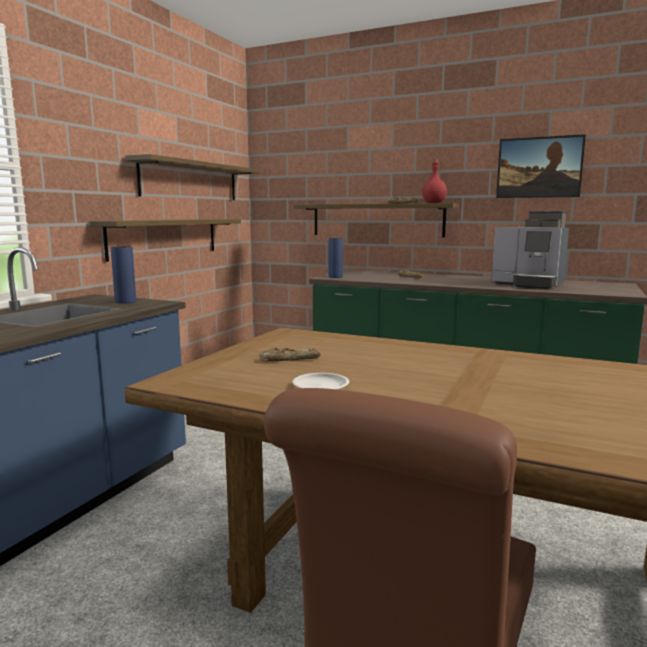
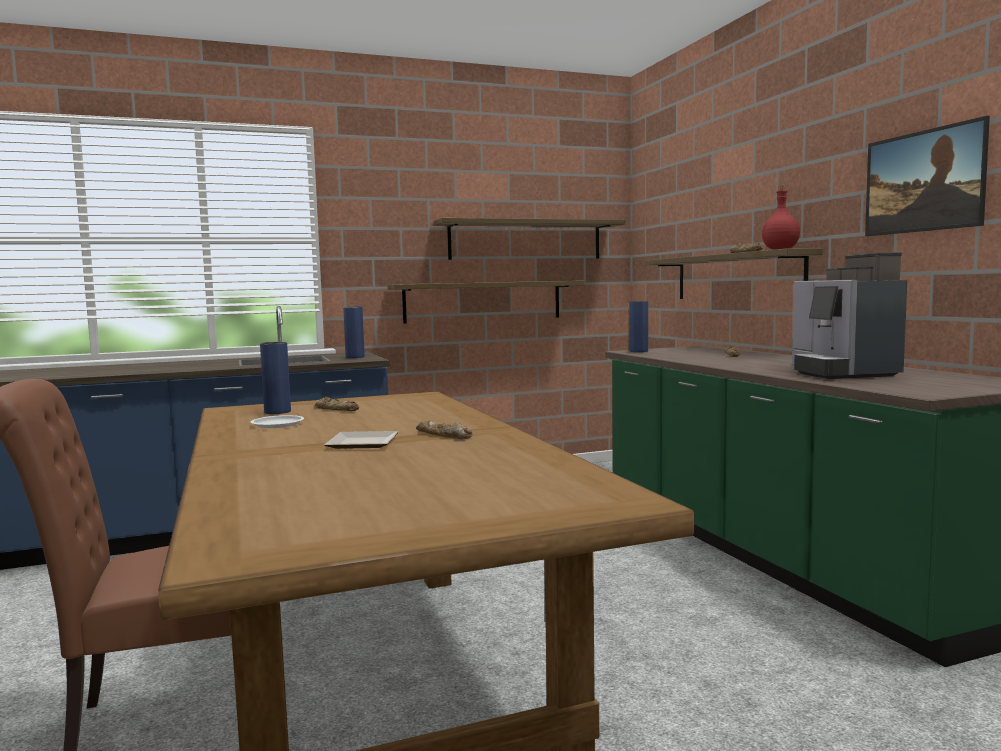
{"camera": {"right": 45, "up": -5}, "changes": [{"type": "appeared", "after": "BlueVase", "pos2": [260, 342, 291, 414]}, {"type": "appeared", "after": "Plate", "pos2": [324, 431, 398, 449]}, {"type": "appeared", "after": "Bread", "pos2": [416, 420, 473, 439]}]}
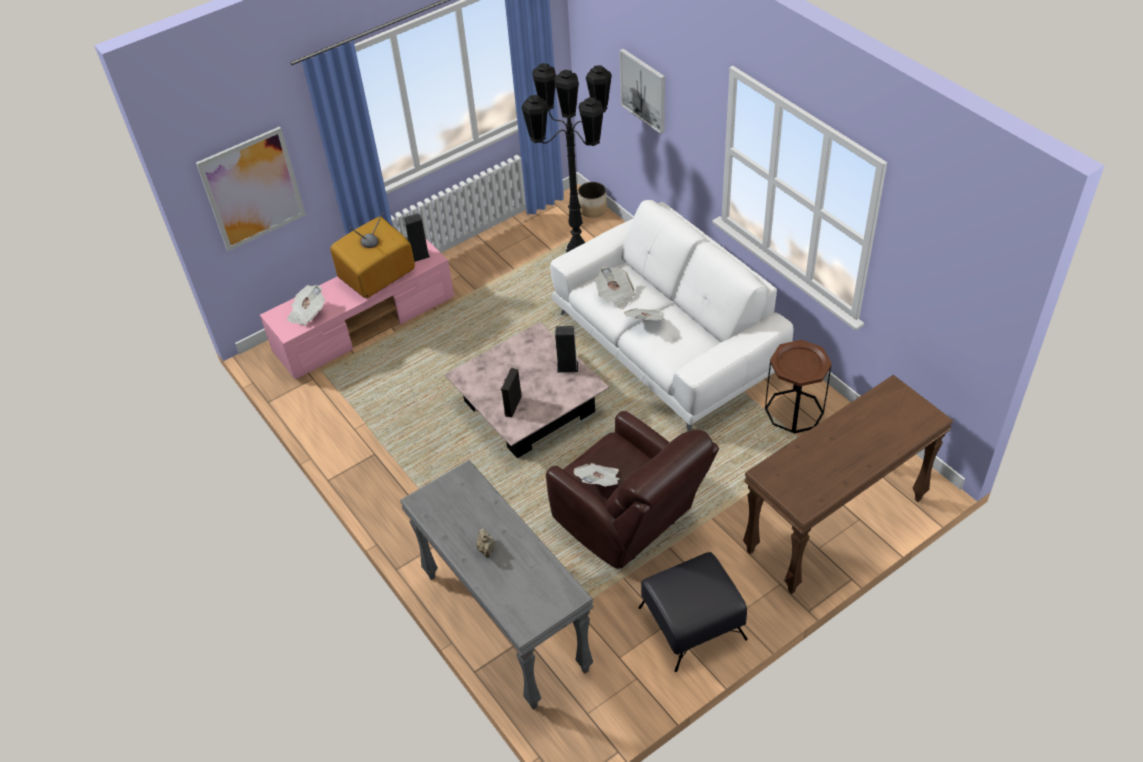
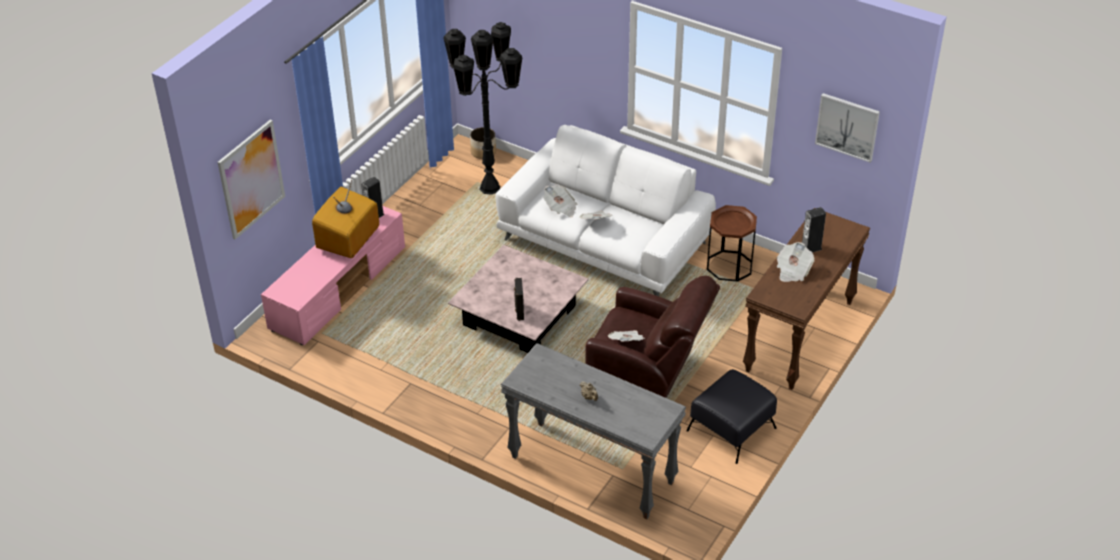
{"camera": {"right": -25, "up": -5}, "changes": [{"type": "relocated", "before": "Newspaper", "pos1": [287, 285, 325, 326], "pos2": [777, 242, 814, 282]}, {"type": "relocated", "before": "Speaker", "pos1": [555, 326, 578, 373], "pos2": [802, 207, 826, 253]}, {"type": "relocated", "before": "Picture", "pos1": [619, 49, 665, 134], "pos2": [815, 93, 880, 163]}]}
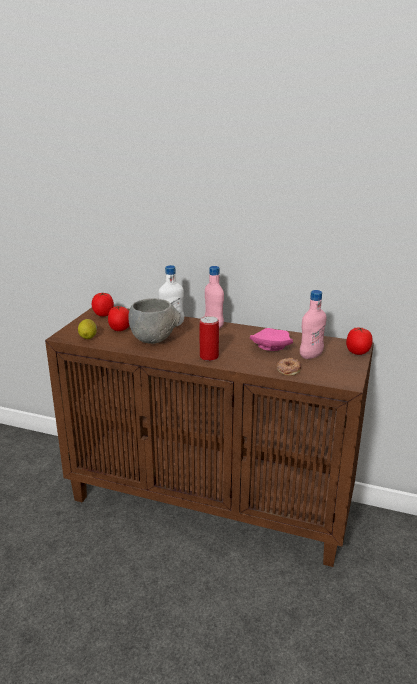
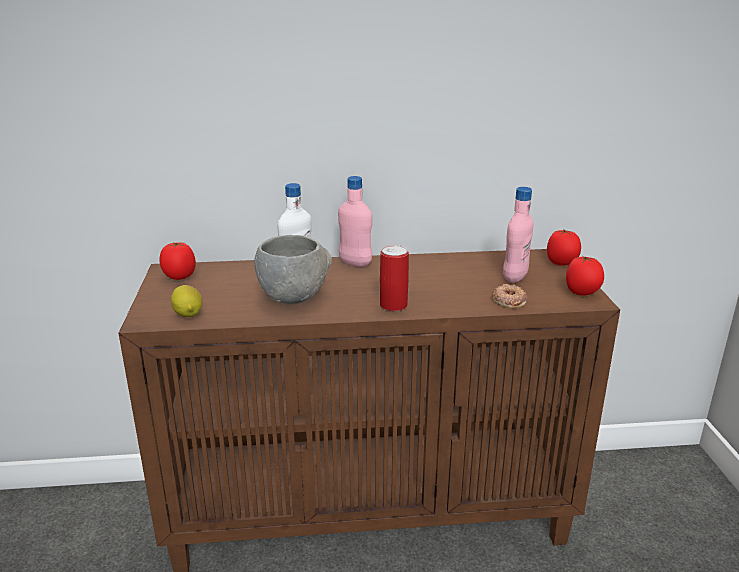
{"camera": {"right": -25, "up": 0}, "changes": [{"type": "relocated", "before": "Tomato", "pos1": [108, 306, 130, 331], "pos2": [566, 256, 604, 295]}, {"type": "missing", "before": "PinkPlate", "pos1": [250, 328, 293, 351]}]}
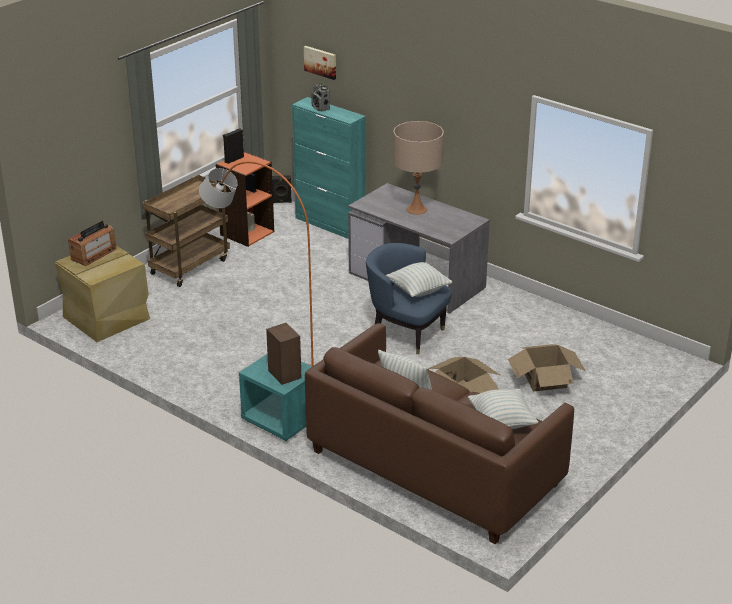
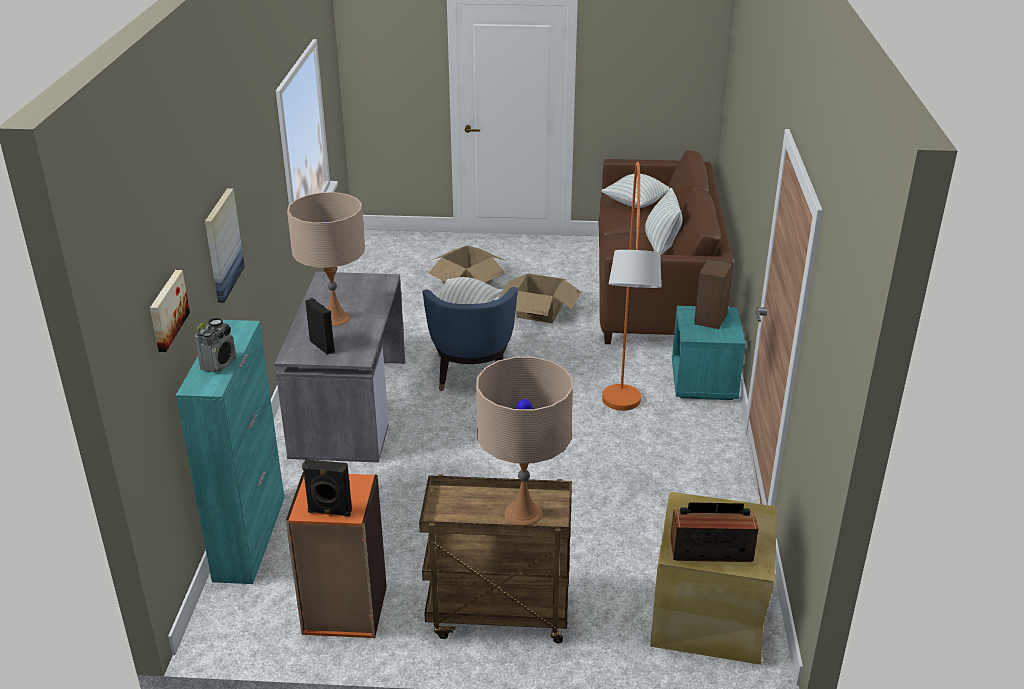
{"camera": {"right": -125, "up": 0}, "changes": [{"type": "relocated", "before": "BlackSpeaker", "pos1": [272, 175, 292, 203], "pos2": [305, 298, 335, 355]}, {"type": "appeared", "after": "Picture", "pos2": [205, 188, 245, 303]}, {"type": "appeared", "after": "BeigeTableLamp", "pos2": [476, 357, 573, 525]}]}
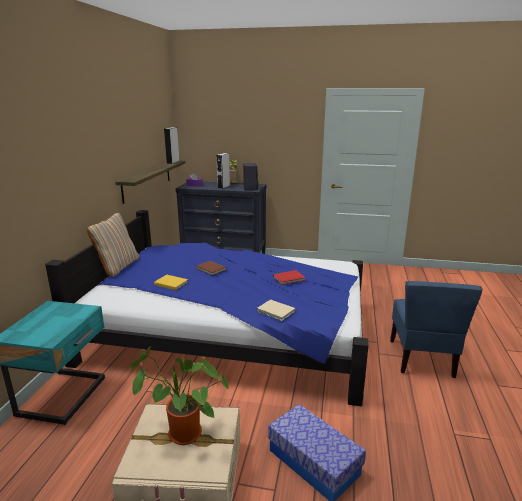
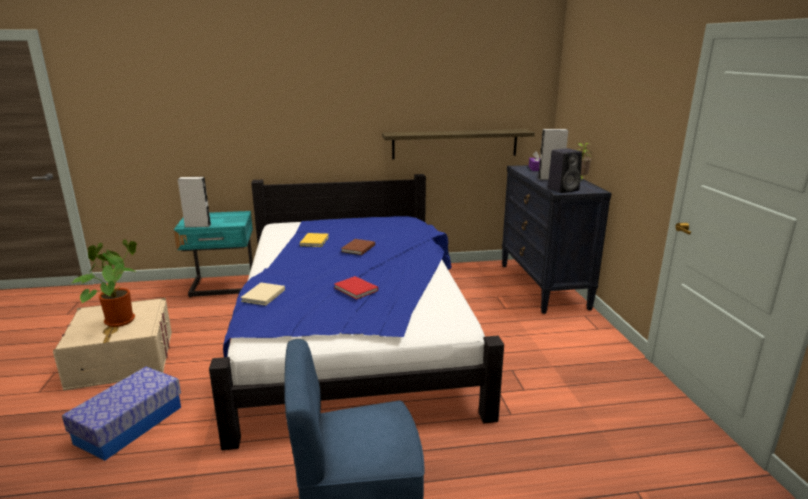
{"camera": {"right": 70, "up": 0}, "changes": [{"type": "missing", "before": "BeigePillow", "pos1": [87, 213, 139, 277]}, {"type": "relocated", "before": "GreySpeaker", "pos1": [164, 127, 179, 164], "pos2": [178, 177, 211, 228]}]}
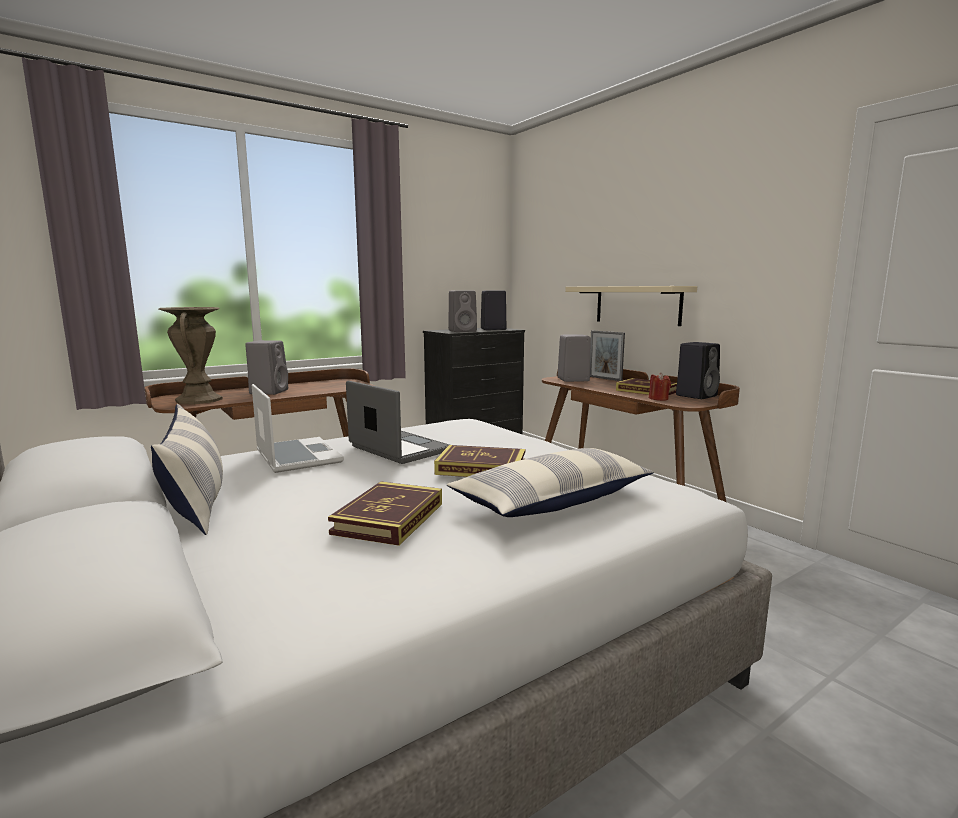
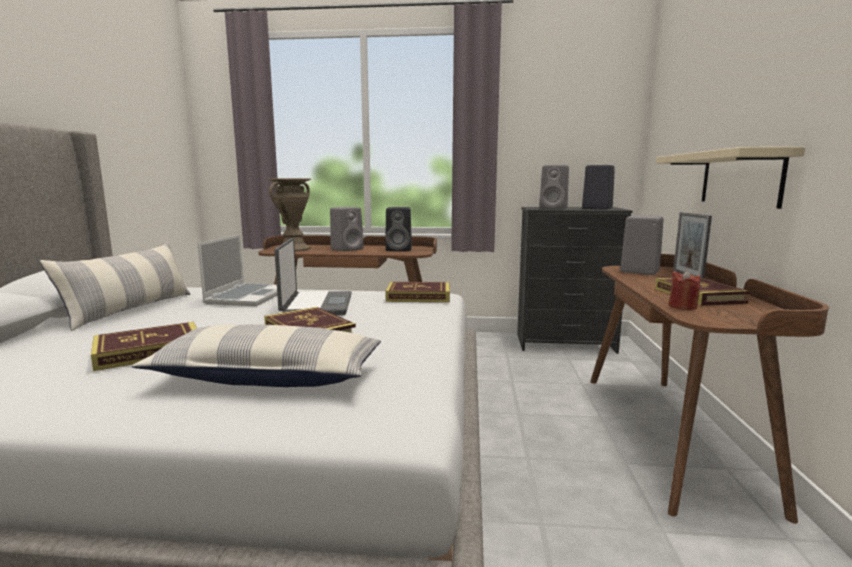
{"camera": {"right": 40, "up": 0}, "changes": [{"type": "relocated", "before": "BlackSpeaker", "pos1": [676, 342, 720, 399], "pos2": [385, 207, 412, 251]}, {"type": "appeared", "after": "Book", "pos2": [385, 282, 450, 302]}]}
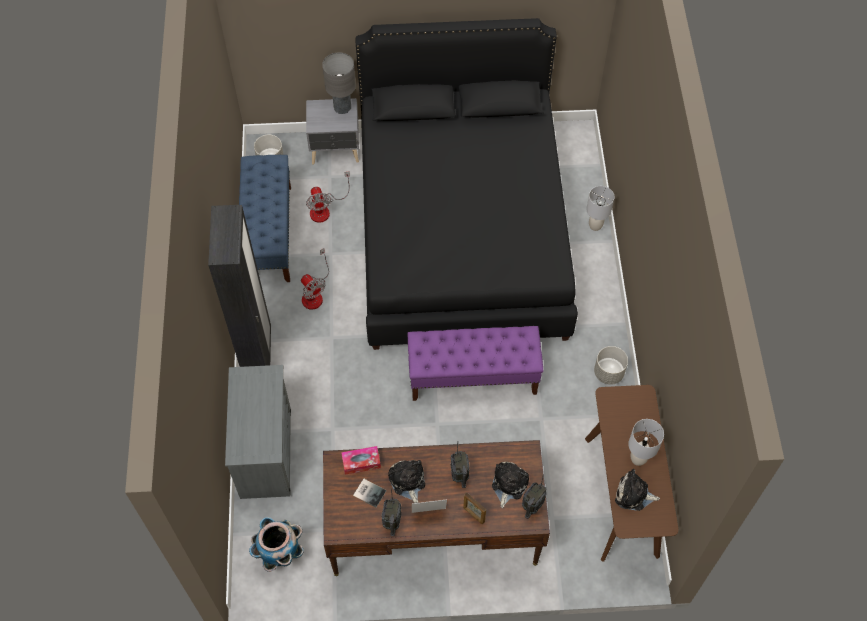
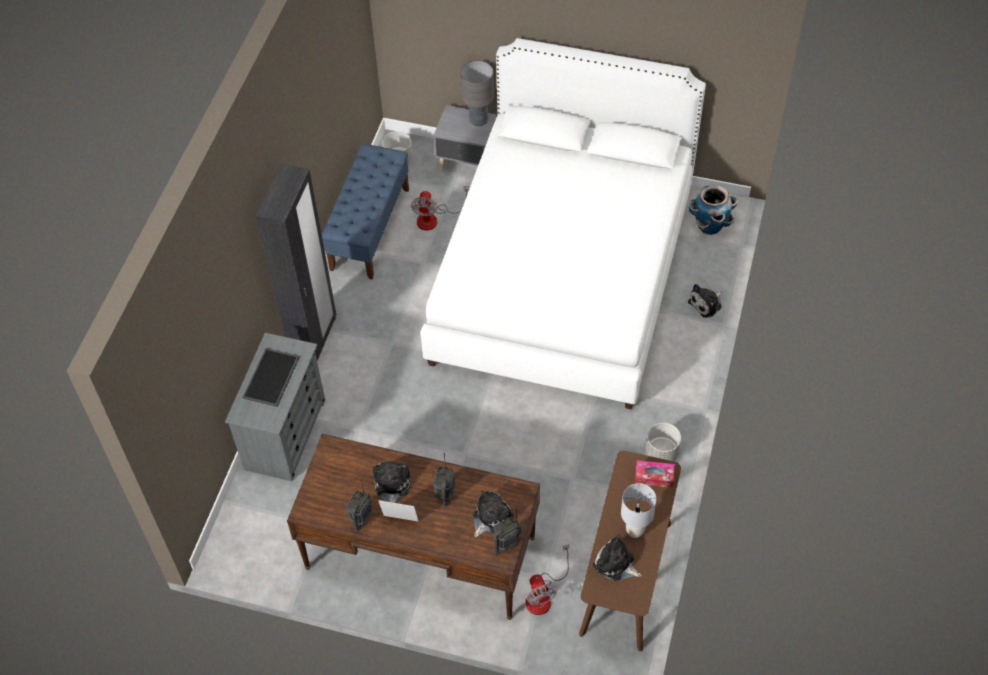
{"camera": {"right": 20, "up": -5}, "changes": [{"type": "relocated", "before": "Planter", "pos1": [249, 517, 303, 572], "pos2": [689, 185, 738, 235]}, {"type": "relocated", "before": "Fan", "pos1": [301, 248, 329, 310], "pos2": [526, 544, 569, 615]}, {"type": "relocated", "before": "TissueBox", "pos1": [341, 446, 381, 475], "pos2": [635, 460, 675, 488]}, {"type": "missing", "before": "Book", "pos1": [353, 478, 386, 508]}, {"type": "colour", "before": "BlackBed", "after": "WhiteBed", "pos1": [355, 18, 578, 350], "pos2": [420, 38, 706, 409]}, {"type": "missing", "before": "PurpleBench", "pos1": [408, 326, 543, 401]}, {"type": "missing", "before": "PictureFrame", "pos1": [463, 492, 486, 524]}, {"type": "exchanged", "before": "GreyTableLamp", "after": "PlushToy", "pos1": [586, 186, 614, 231], "pos2": [688, 284, 722, 318]}, {"type": "appeared", "after": "Tray", "pos2": [242, 348, 300, 407]}]}
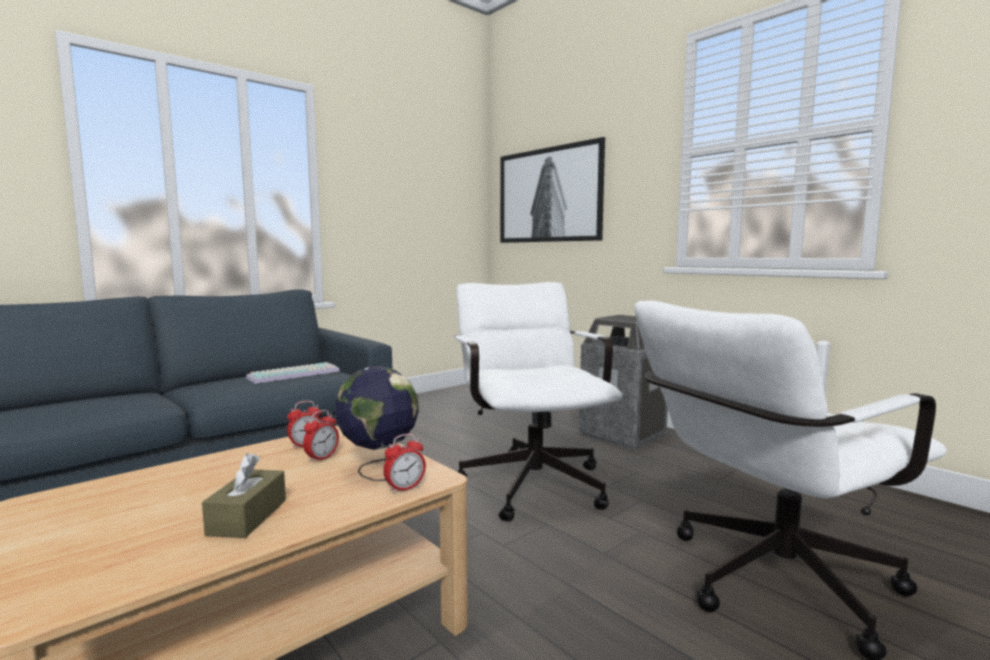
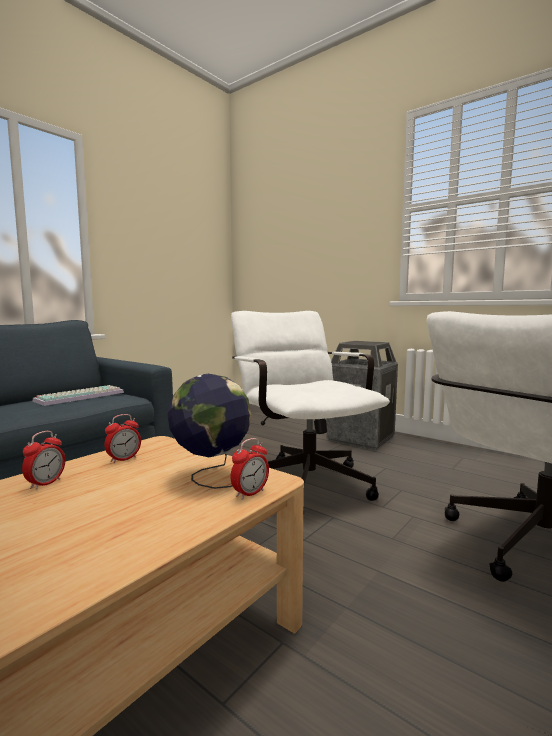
{"camera": {"right": -10, "up": 0}, "changes": [{"type": "missing", "before": "BrownTissueBox", "pos1": [202, 453, 286, 538]}, {"type": "relocated", "before": "AlarmClock", "pos1": [303, 410, 339, 463], "pos2": [22, 431, 65, 490]}, {"type": "missing", "before": "Picture", "pos1": [500, 137, 605, 243]}]}
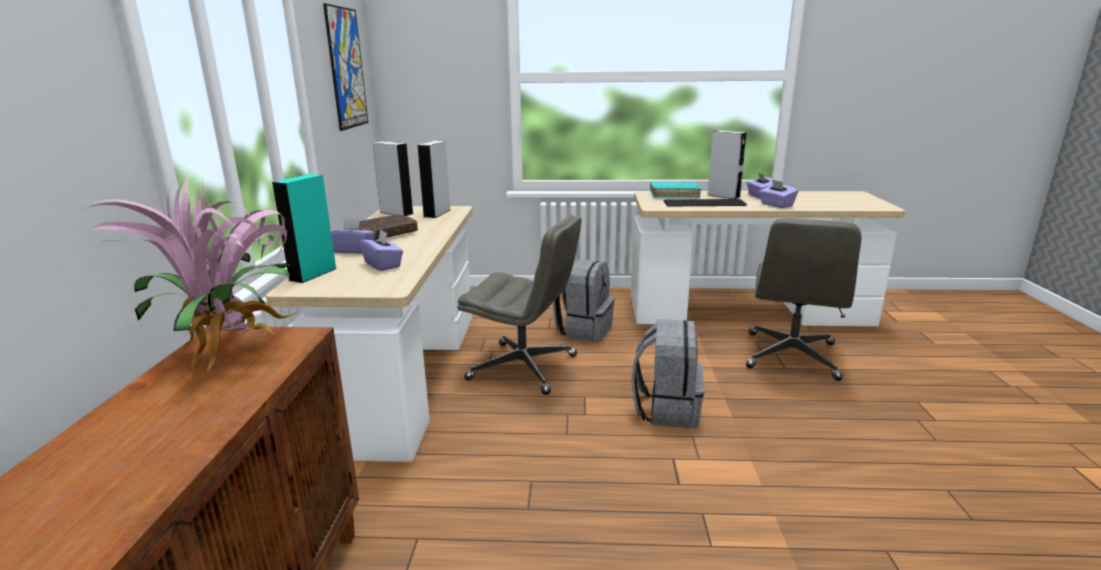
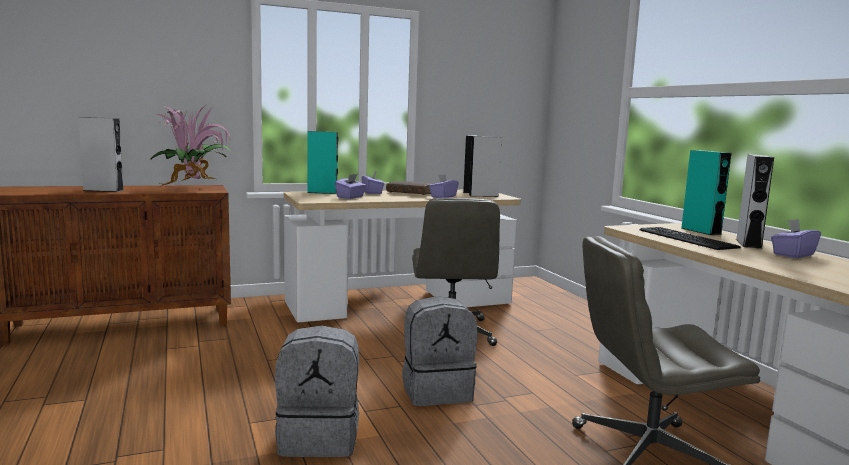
{"camera": {"right": 65, "up": -10}, "changes": [{"type": "missing", "before": "Picture", "pos1": [323, 3, 368, 131]}, {"type": "relocated", "before": "GreyBackpack", "pos1": [553, 259, 615, 342], "pos2": [275, 325, 359, 457]}, {"type": "exchanged", "before": "TurquoiseBook", "after": "TurquoiseSpeaker", "pos1": [650, 181, 701, 198], "pos2": [681, 150, 732, 235]}, {"type": "relocated", "before": "PurpleTissueBox", "pos1": [759, 180, 798, 208], "pos2": [429, 174, 459, 198]}, {"type": "appeared", "after": "GreySpeaker", "pos2": [78, 117, 123, 192]}]}
